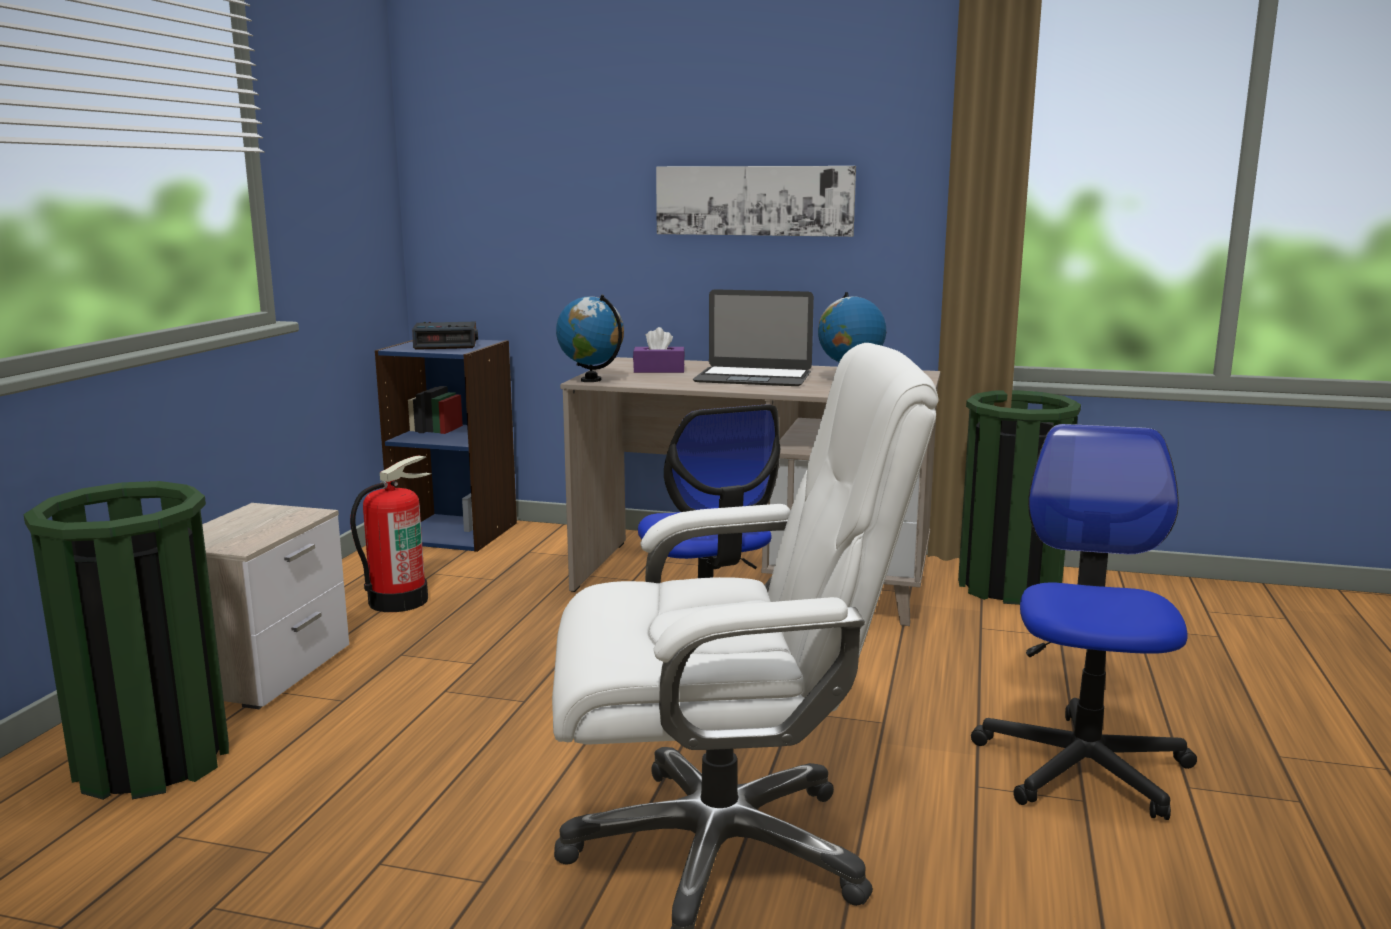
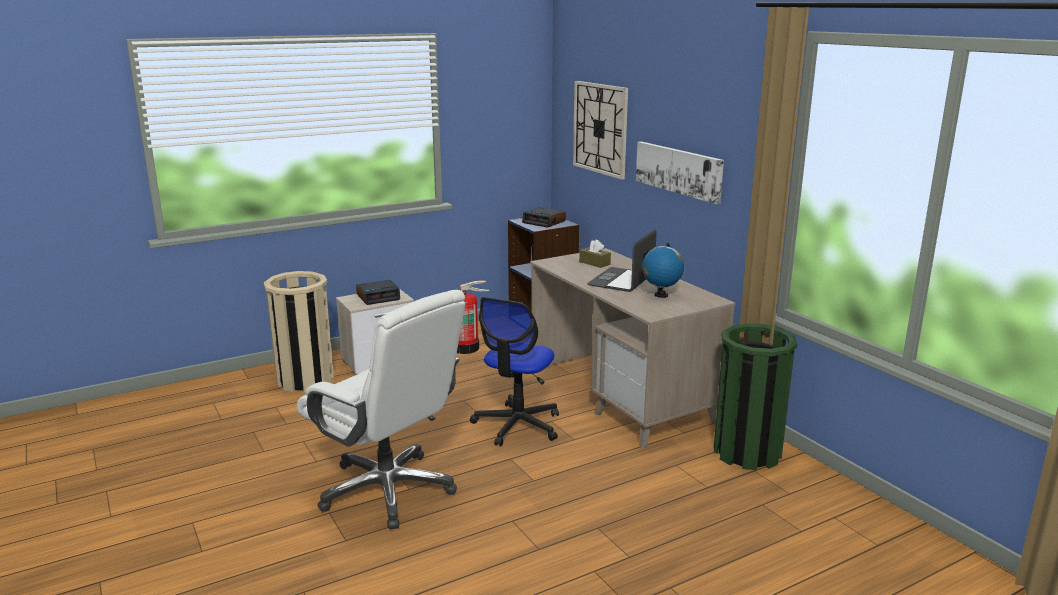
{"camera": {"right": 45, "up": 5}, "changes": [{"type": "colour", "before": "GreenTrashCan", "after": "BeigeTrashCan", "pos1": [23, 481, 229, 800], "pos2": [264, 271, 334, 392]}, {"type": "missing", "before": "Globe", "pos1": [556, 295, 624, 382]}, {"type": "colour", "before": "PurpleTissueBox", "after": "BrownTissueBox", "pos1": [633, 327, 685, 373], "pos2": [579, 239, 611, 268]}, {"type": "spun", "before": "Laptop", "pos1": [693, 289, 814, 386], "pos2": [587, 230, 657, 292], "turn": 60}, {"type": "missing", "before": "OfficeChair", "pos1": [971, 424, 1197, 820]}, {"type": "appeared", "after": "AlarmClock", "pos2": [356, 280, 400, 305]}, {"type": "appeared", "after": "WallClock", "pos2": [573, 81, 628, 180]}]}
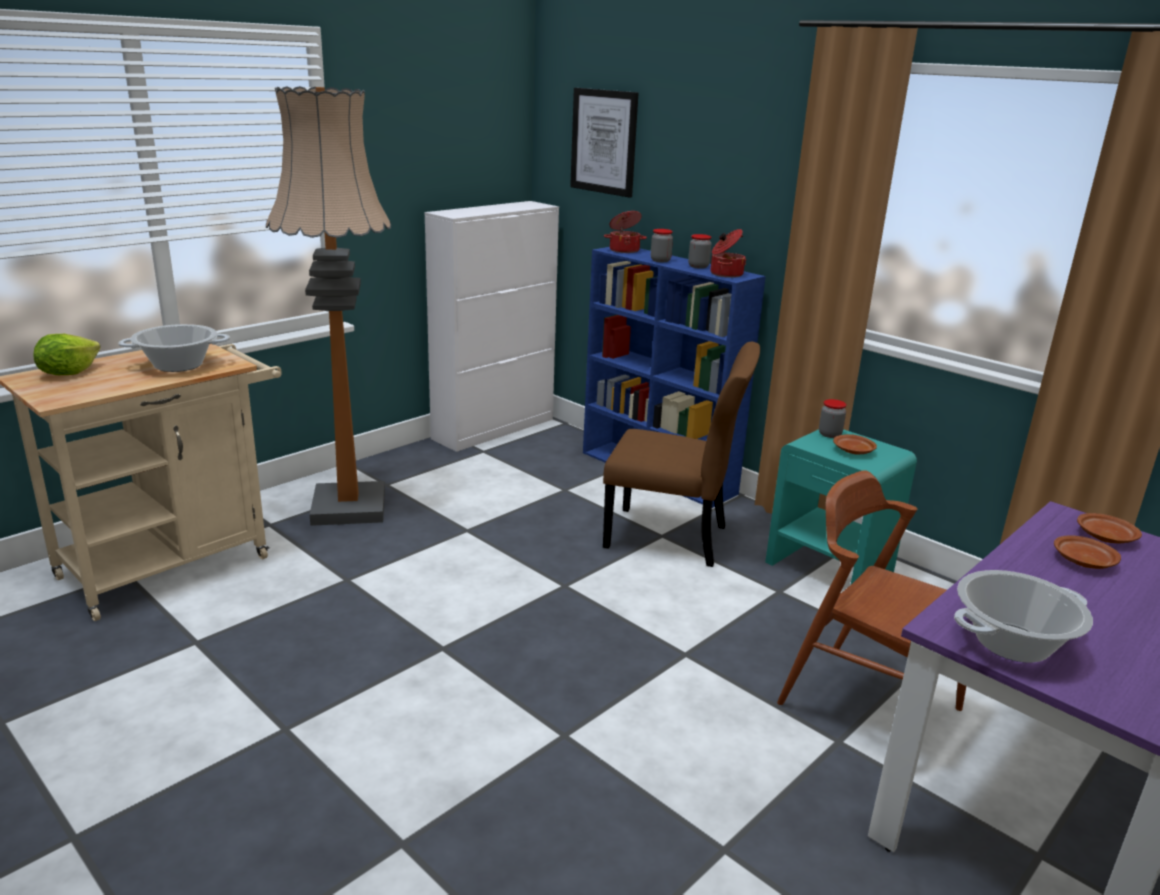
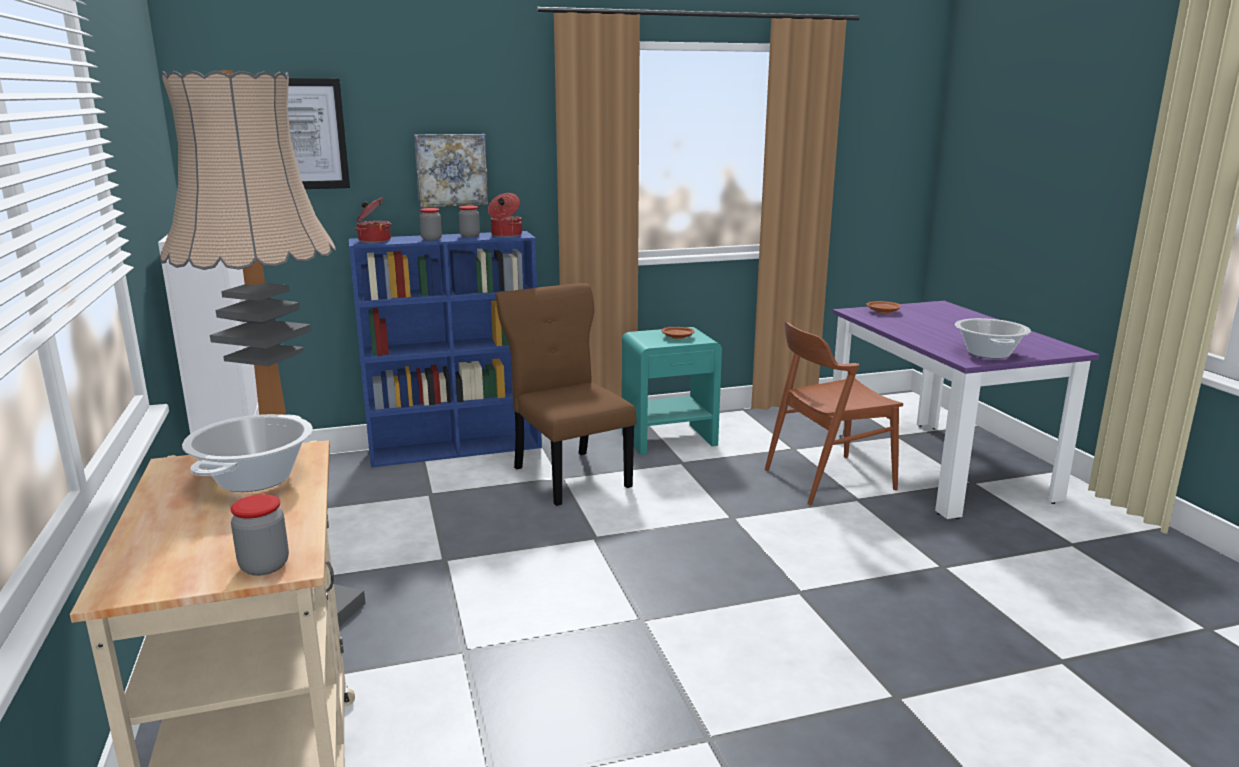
{"camera": {"right": -60, "up": -5}, "changes": [{"type": "missing", "before": "Lettuce", "pos1": [33, 334, 101, 375]}, {"type": "spun", "before": "BrownChair", "pos1": [603, 342, 760, 567], "pos2": [496, 283, 636, 506], "turn": -75}, {"type": "relocated", "before": "Jar", "pos1": [819, 399, 847, 438], "pos2": [231, 494, 289, 576]}, {"type": "missing", "before": "BrownPlate", "pos1": [1054, 535, 1121, 569]}, {"type": "appeared", "after": "Picture", "pos2": [414, 134, 489, 207]}]}
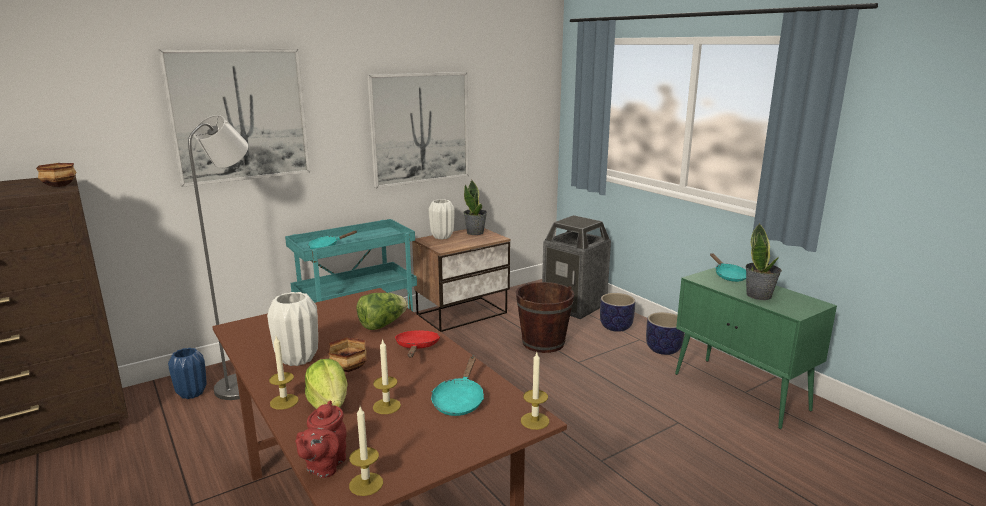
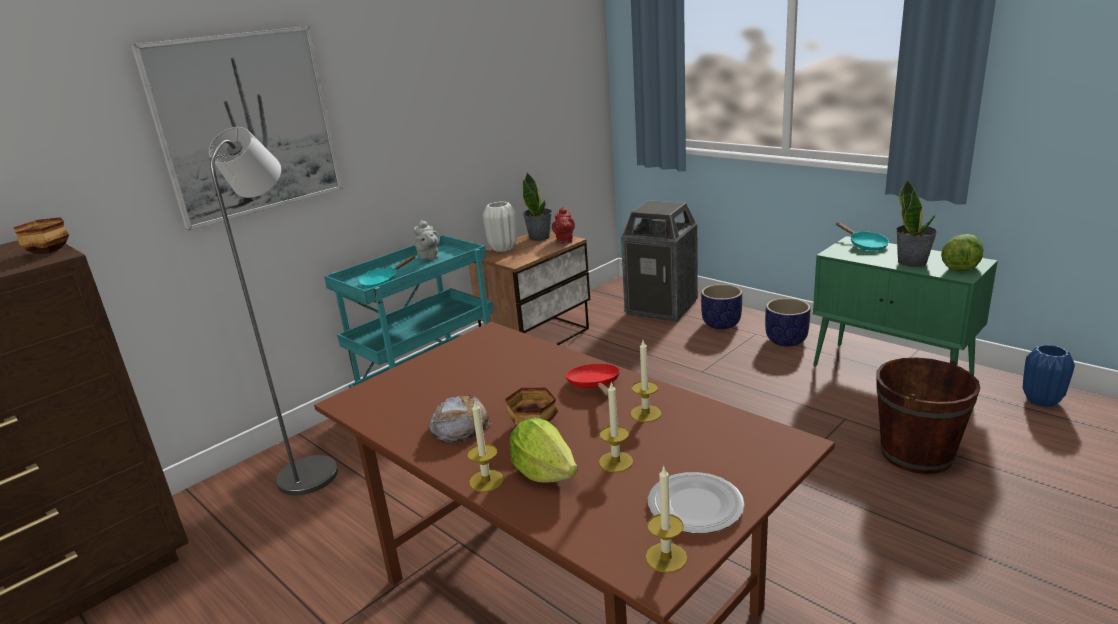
{"camera": {"right": -10, "up": 5}, "changes": [{"type": "relocated", "before": "BlueVase", "pos1": [168, 348, 207, 399], "pos2": [1023, 345, 1075, 407]}, {"type": "exchanged", "before": "WhiteVase", "after": "Bread", "pos1": [267, 292, 318, 366], "pos2": [429, 394, 492, 444]}, {"type": "relocated", "before": "RedTeapot", "pos1": [295, 401, 347, 478], "pos2": [552, 207, 575, 243]}, {"type": "relocated", "before": "Lettuce", "pos1": [357, 293, 408, 330], "pos2": [941, 234, 983, 272]}, {"type": "missing", "before": "Picture", "pos1": [367, 72, 469, 188]}, {"type": "missing", "before": "TurquoiseFryingPan", "pos1": [431, 356, 484, 416]}, {"type": "relocated", "before": "BrownBucket", "pos1": [516, 282, 574, 353], "pos2": [876, 358, 981, 474]}, {"type": "relocated", "before": "Candle", "pos1": [521, 352, 549, 430], "pos2": [630, 340, 662, 422]}, {"type": "appeared", "after": "GreyTeapot", "pos2": [414, 220, 440, 260]}, {"type": "appeared", "after": "Plate", "pos2": [648, 472, 745, 534]}]}
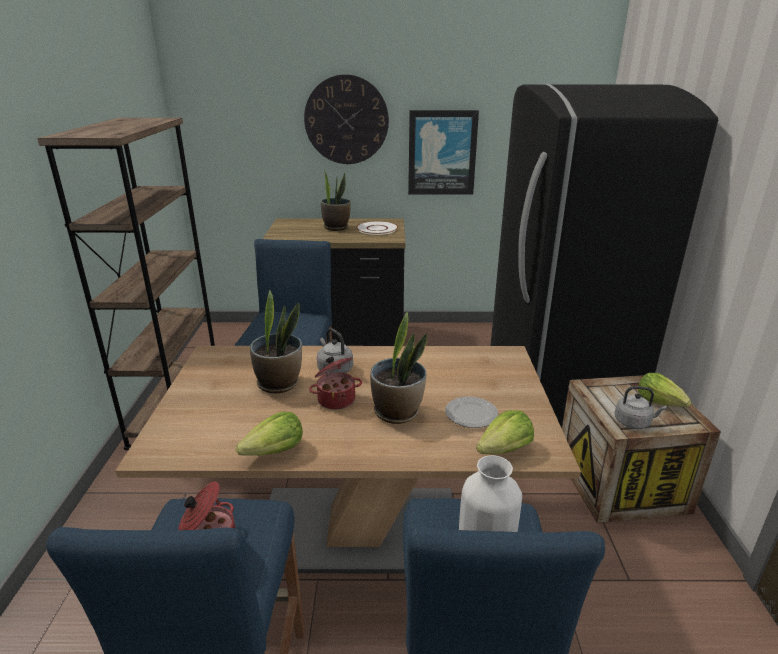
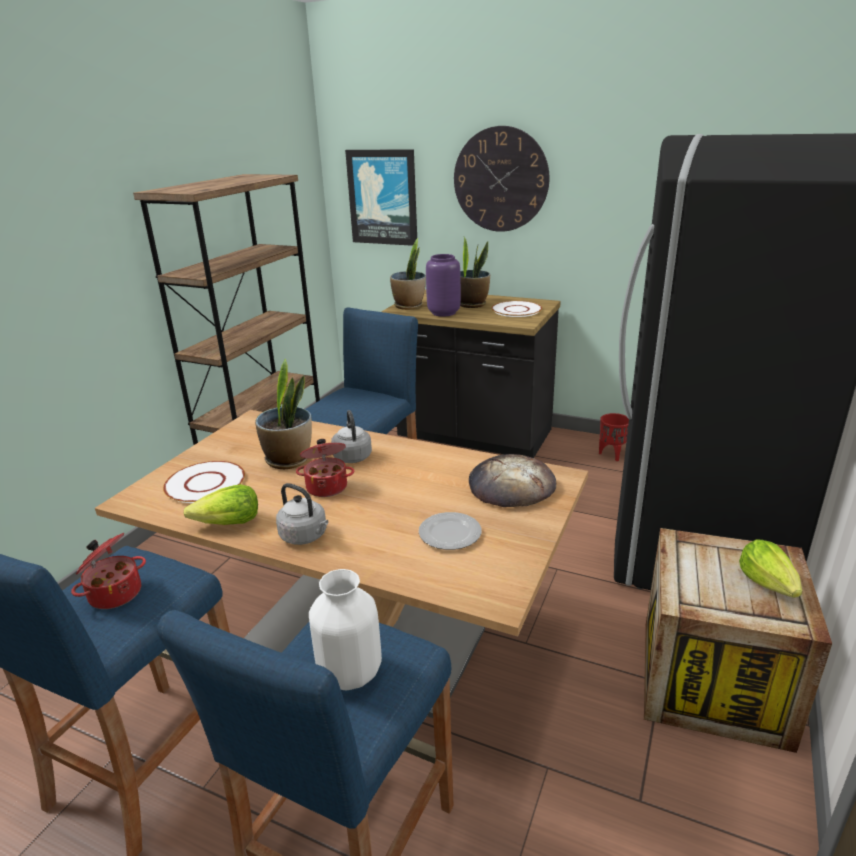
{"camera": {"right": 25, "up": 0}, "changes": [{"type": "relocated", "before": "PottedPlant", "pos1": [370, 312, 427, 424], "pos2": [390, 238, 426, 310]}, {"type": "relocated", "before": "Picture", "pos1": [408, 110, 479, 194], "pos2": [345, 149, 417, 246]}, {"type": "missing", "before": "Lettuce", "pos1": [476, 410, 534, 454]}, {"type": "relocated", "before": "GreyKettle", "pos1": [615, 386, 667, 429], "pos2": [276, 483, 328, 545]}, {"type": "appeared", "after": "WhitePlate", "pos2": [163, 461, 245, 503]}, {"type": "appeared", "after": "PurpleVase", "pos2": [426, 254, 461, 317]}, {"type": "appeared", "after": "Bread", "pos2": [469, 454, 556, 507]}, {"type": "appeared", "after": "RedPlanter", "pos2": [599, 413, 629, 461]}]}
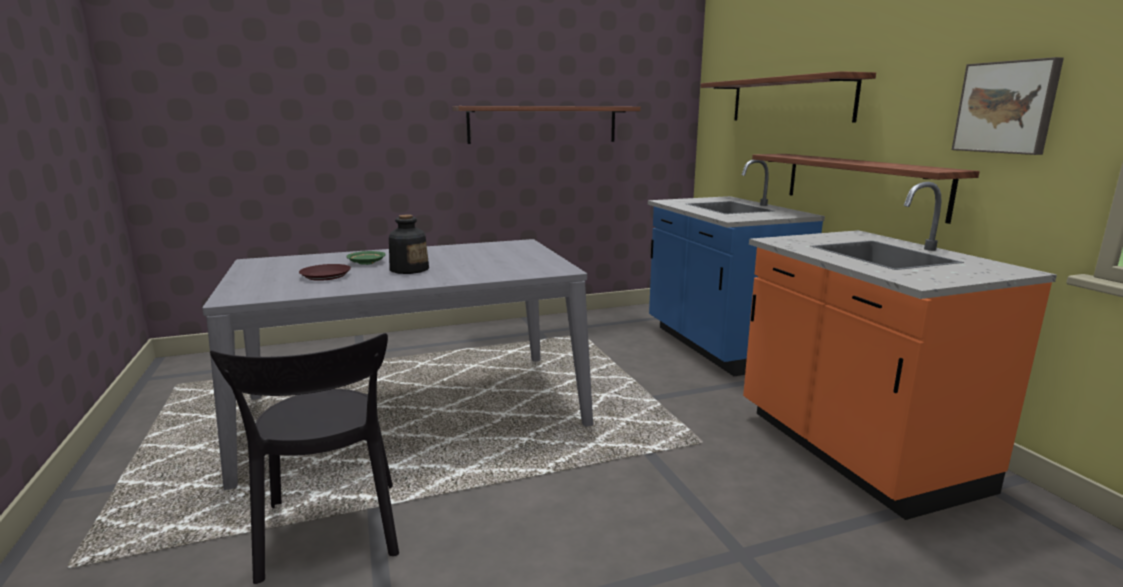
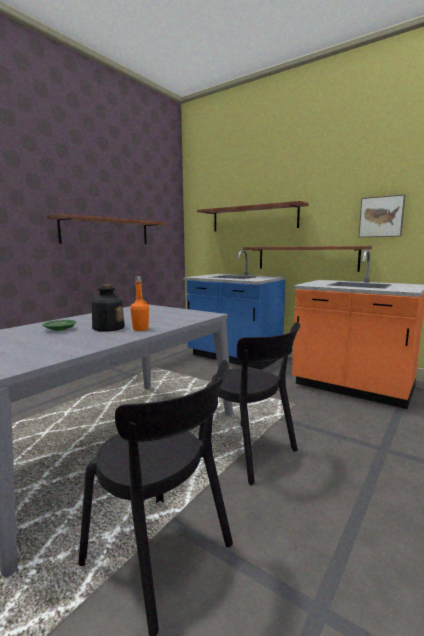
{"camera": {"right": -35, "up": -5}, "changes": [{"type": "missing", "before": "BrownPlate", "pos1": [299, 264, 351, 281]}, {"type": "appeared", "after": "OrangeBottle", "pos2": [130, 276, 149, 331]}, {"type": "appeared", "after": "BlackChair", "pos2": [198, 322, 300, 485]}]}
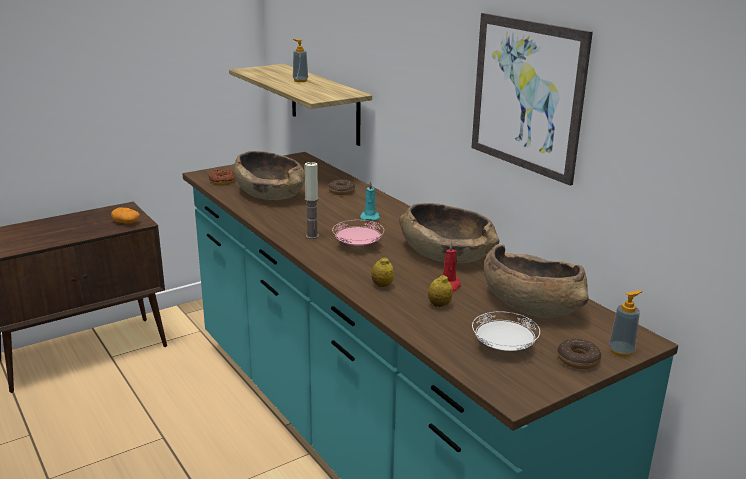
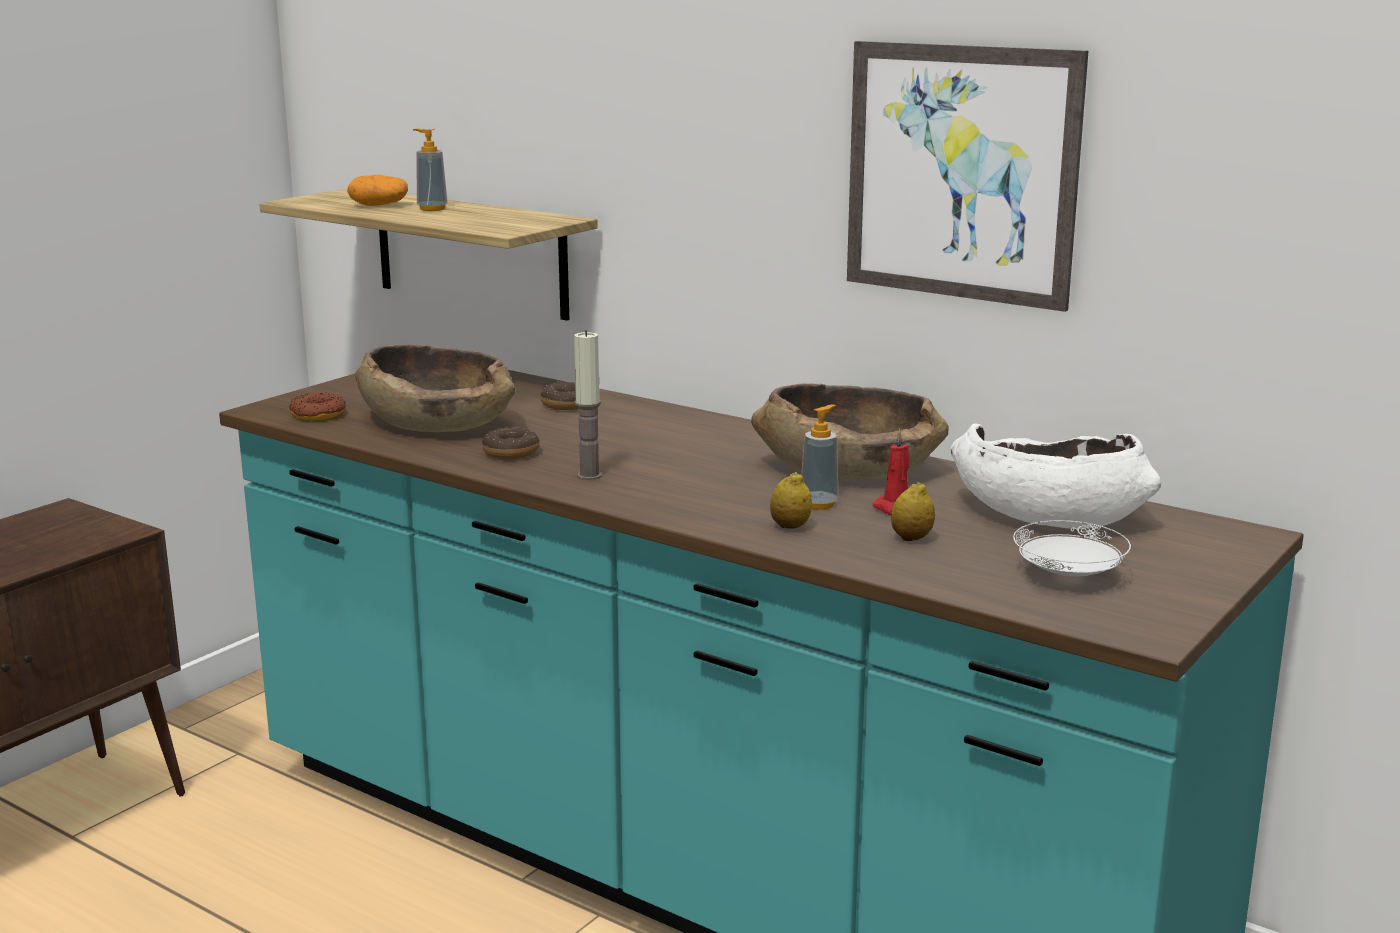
{"camera": {"right": -20, "up": -5}, "changes": [{"type": "relocated", "before": "Potato", "pos1": [111, 207, 140, 223], "pos2": [347, 175, 408, 206]}, {"type": "missing", "before": "PinkPlate", "pos1": [332, 220, 384, 246]}, {"type": "missing", "before": "TurquoiseCandle", "pos1": [360, 181, 380, 221]}, {"type": "colour", "before": "BrownBowl", "after": "WhiteBowl", "pos1": [484, 244, 589, 318], "pos2": [951, 423, 1161, 529]}, {"type": "relocated", "before": "Donut", "pos1": [557, 339, 601, 369], "pos2": [482, 427, 540, 459]}, {"type": "relocated", "before": "SoapDispenser", "pos1": [609, 290, 643, 357], "pos2": [801, 405, 838, 510]}]}
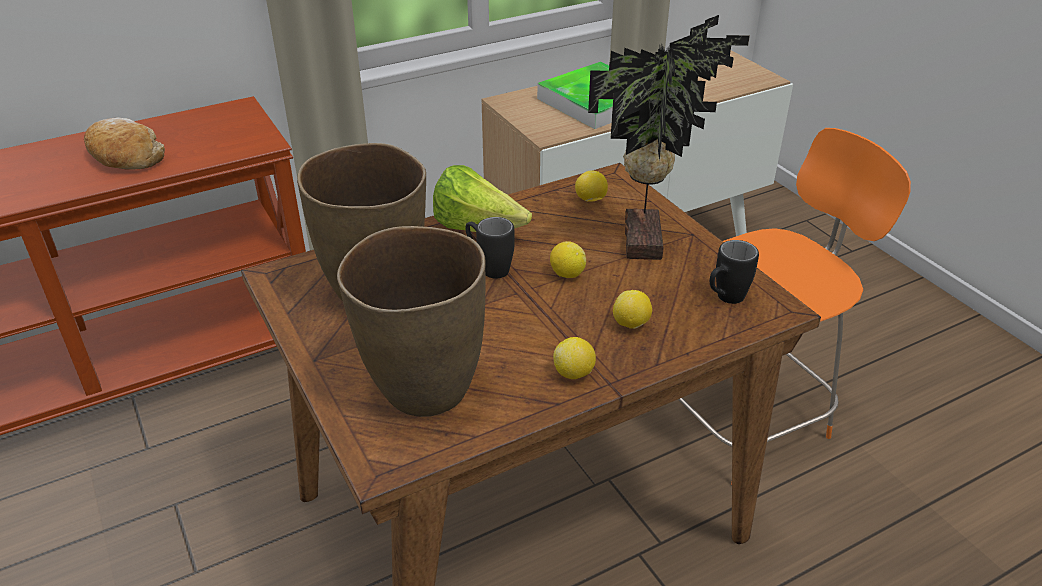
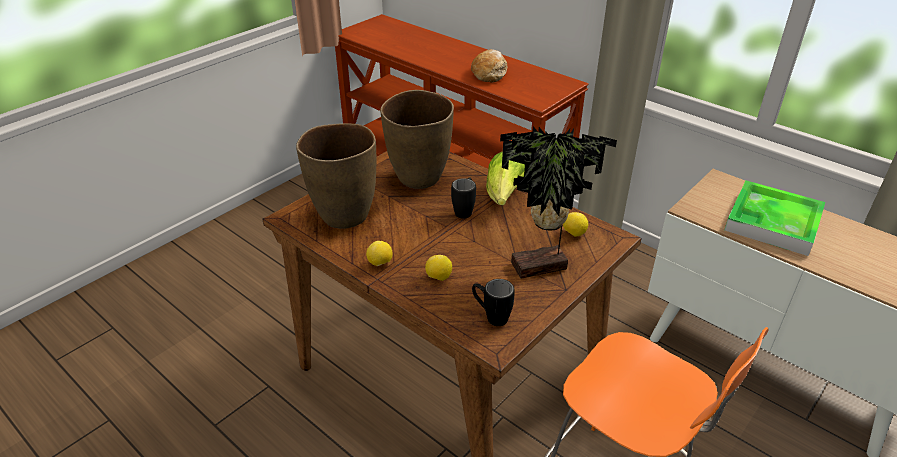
{"camera": {"right": 70, "up": 0}, "changes": [{"type": "missing", "before": "Lemon", "pos1": [550, 241, 586, 278]}]}
